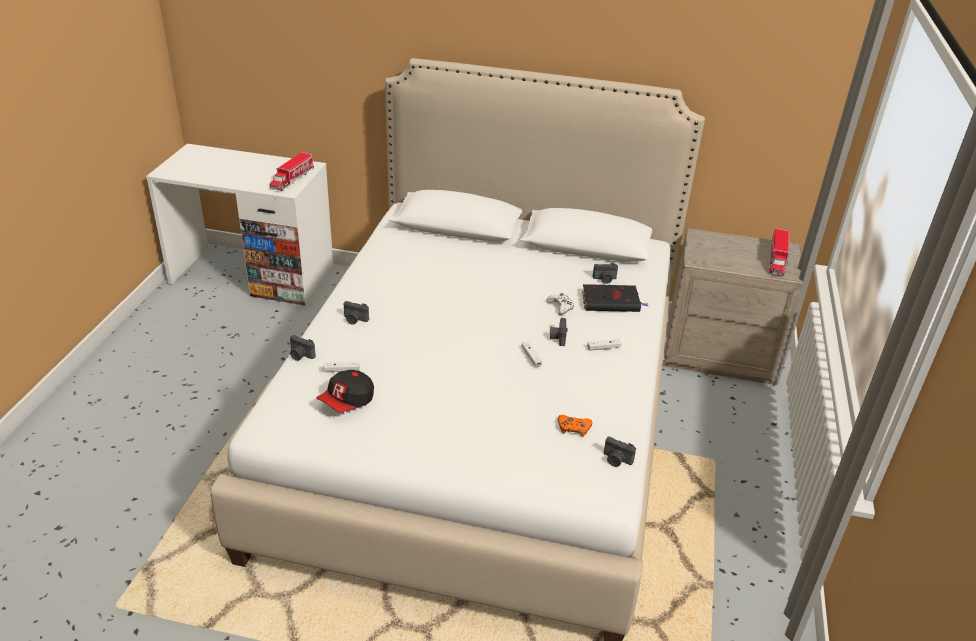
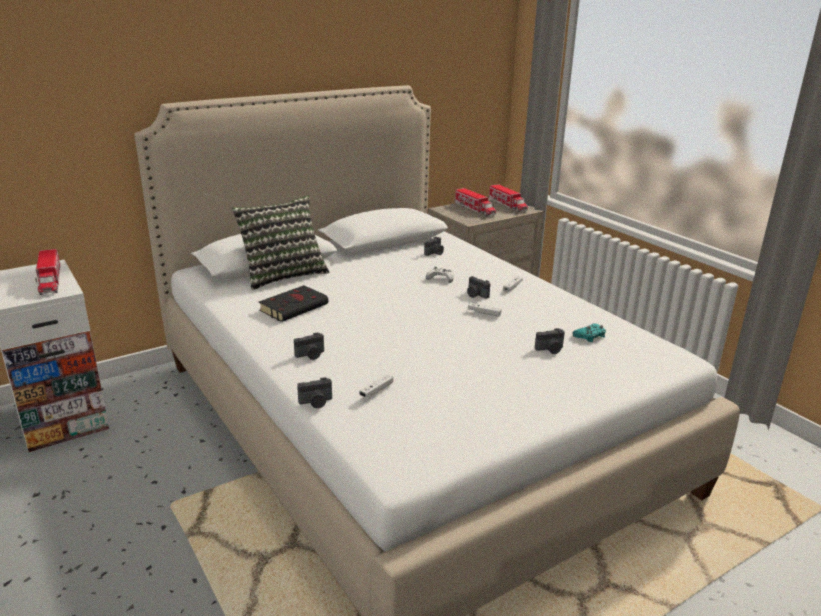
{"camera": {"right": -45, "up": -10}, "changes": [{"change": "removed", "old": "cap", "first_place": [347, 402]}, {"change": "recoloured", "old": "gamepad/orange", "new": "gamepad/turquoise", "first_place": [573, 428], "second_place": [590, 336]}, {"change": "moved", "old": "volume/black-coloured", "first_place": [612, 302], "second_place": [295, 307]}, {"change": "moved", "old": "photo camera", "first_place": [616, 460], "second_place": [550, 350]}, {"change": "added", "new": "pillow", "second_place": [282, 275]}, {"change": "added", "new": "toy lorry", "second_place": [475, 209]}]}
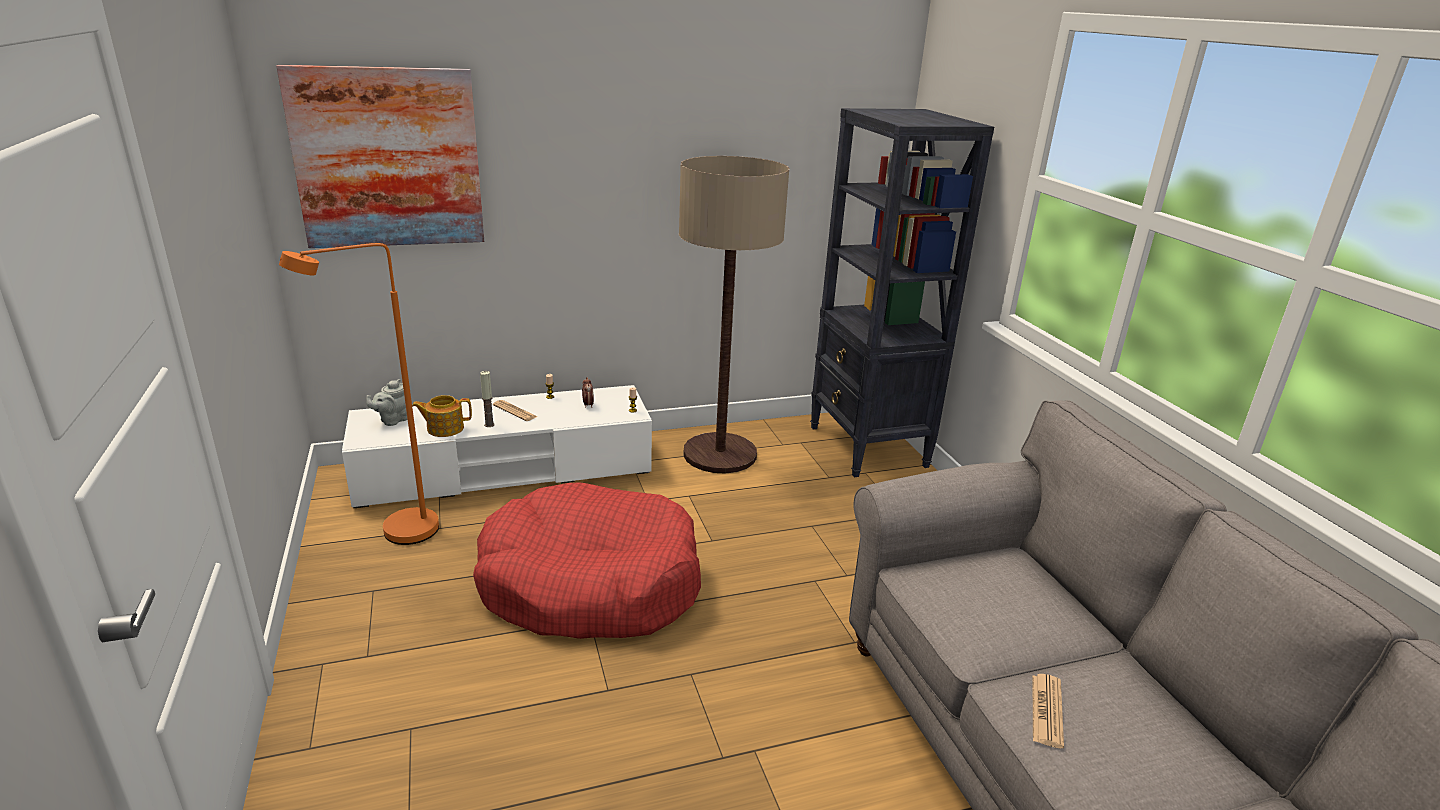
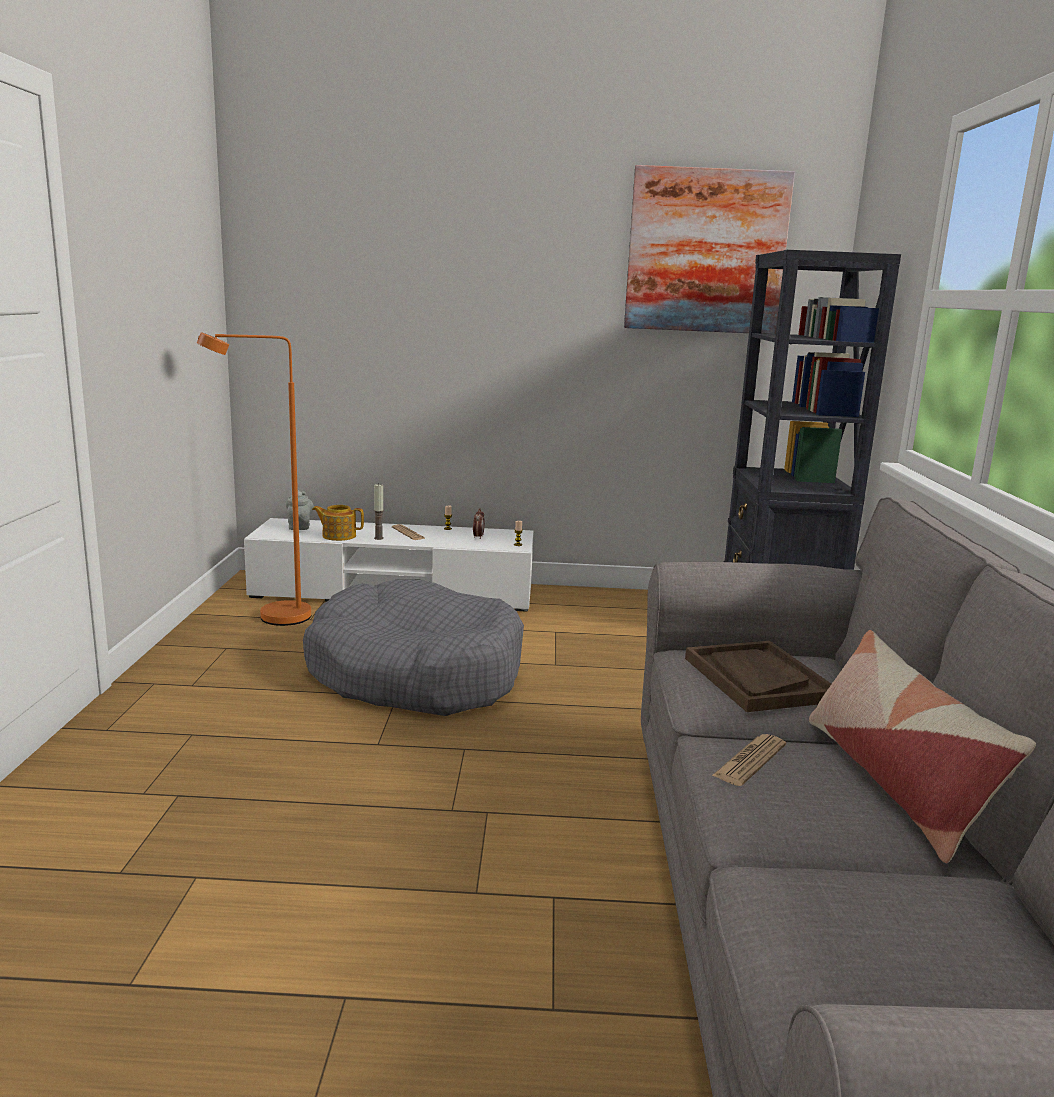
{"camera": {"right": 20, "up": -10}, "changes": [{"change": "moved", "old": "wall picture", "first_place": [388, 158], "second_place": [706, 251]}, {"change": "turned", "old": "teapot/gray", "first_place": [392, 420], "second_place": [299, 527], "degrees": 120}, {"change": "recoloured", "old": "dog cushion/reddish", "new": "dog cushion/gray", "first_place": [590, 583], "second_place": [415, 674]}, {"change": "removed", "old": "standard lamp", "first_place": [719, 454]}, {"change": "added", "new": "serving tray/brownish", "second_place": [757, 679]}, {"change": "added", "new": "pillow", "second_place": [894, 781]}]}
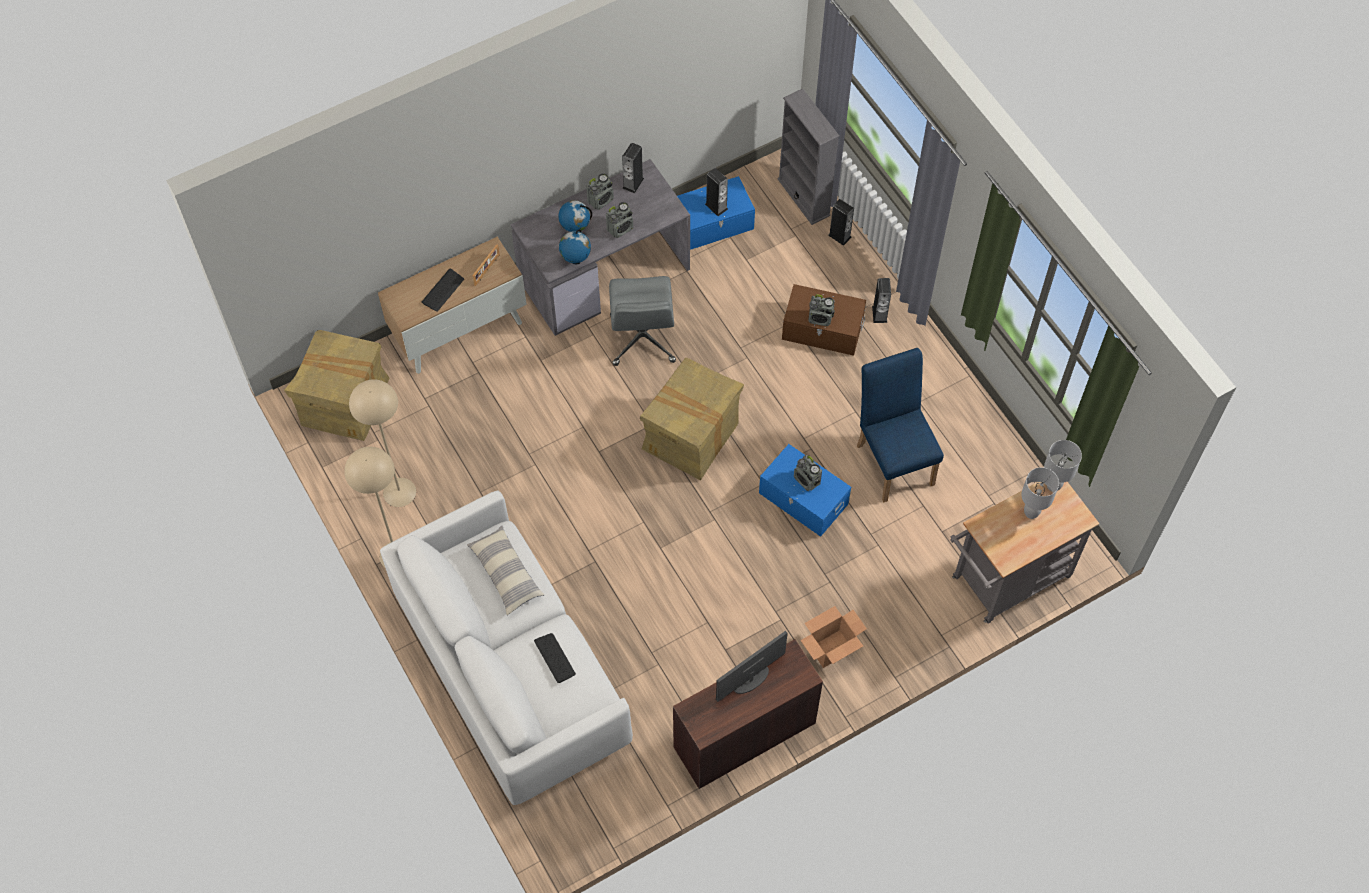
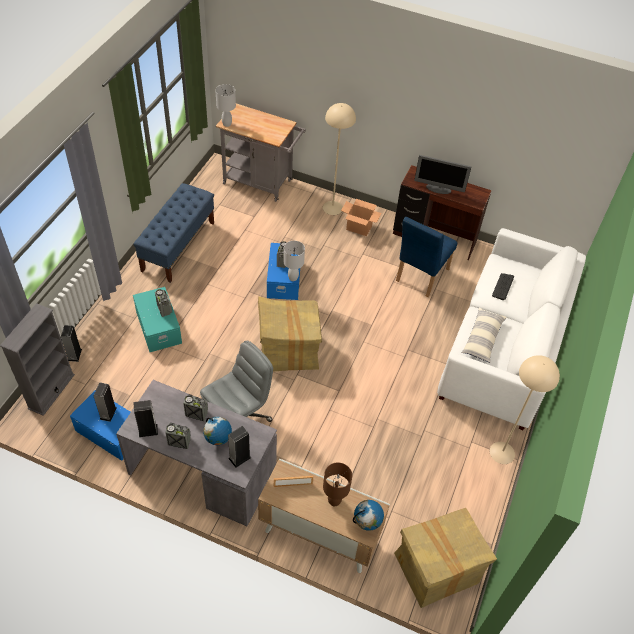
{"camera": {"right": -130, "up": -10}, "changes": [{"change": "moved", "old": "standard lamp/sand-coloured", "first_place": [399, 492], "second_place": [332, 208]}, {"change": "replaced", "old": "keyboard", "new": "lamp for a table/brownish", "first_place": [443, 291], "second_place": [334, 501]}, {"change": "moved", "old": "desk globe", "first_place": [575, 260], "second_place": [366, 524]}, {"change": "recoloured", "old": "storage box/brownish", "new": "storage box/turquoise", "first_place": [822, 330], "second_place": [159, 326]}, {"change": "moved", "old": "upright chair/blue", "first_place": [893, 459], "second_place": [420, 277]}, {"change": "moved", "old": "loudspeaker", "first_place": [879, 314], "second_place": [239, 458]}, {"change": "moved", "old": "lamp for a table/white-coloured", "first_place": [1031, 513], "second_place": [293, 277]}, {"change": "added", "new": "indoor bench/blue", "second_place": [178, 246]}]}
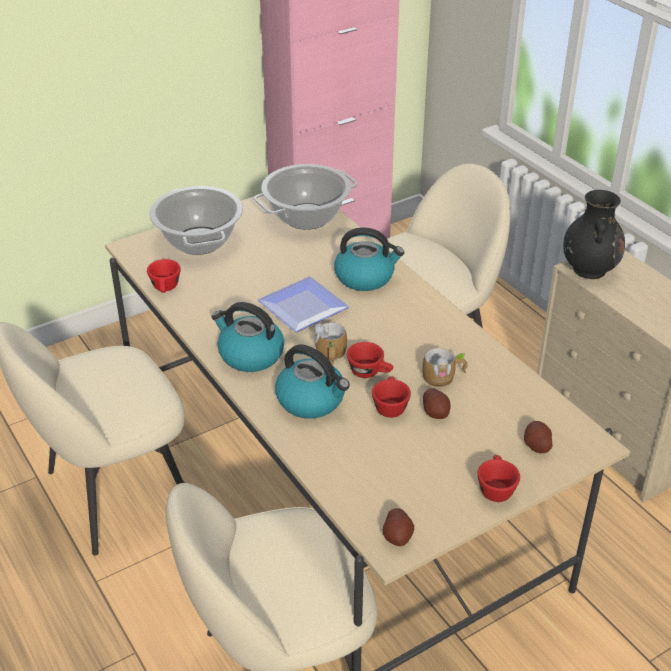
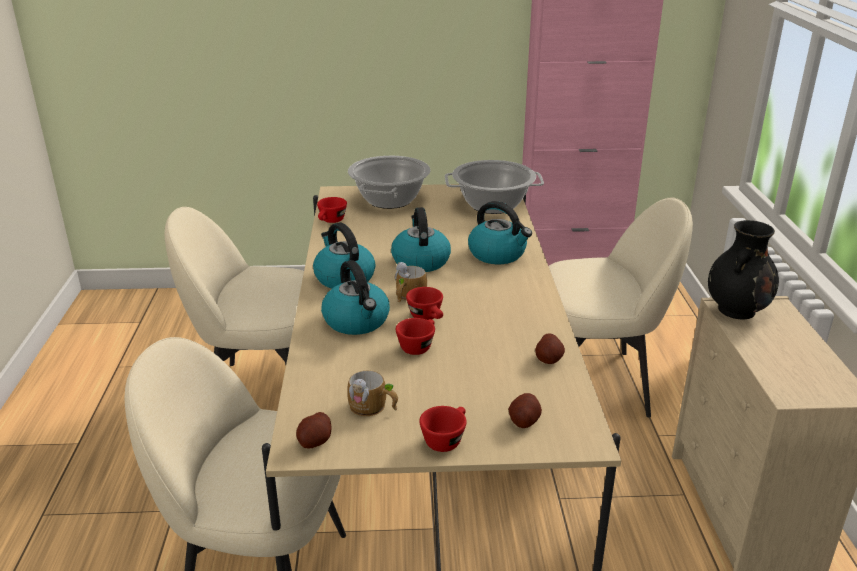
{"camera": {"right": 30, "up": -10}, "changes": [{"change": "replaced", "old": "dinner plate", "new": "kettle", "first_place": [302, 309], "second_place": [420, 261]}, {"change": "moved", "old": "mug", "first_place": [444, 377], "second_place": [373, 408]}, {"change": "moved", "old": "spud", "first_place": [435, 412], "second_place": [549, 359]}]}
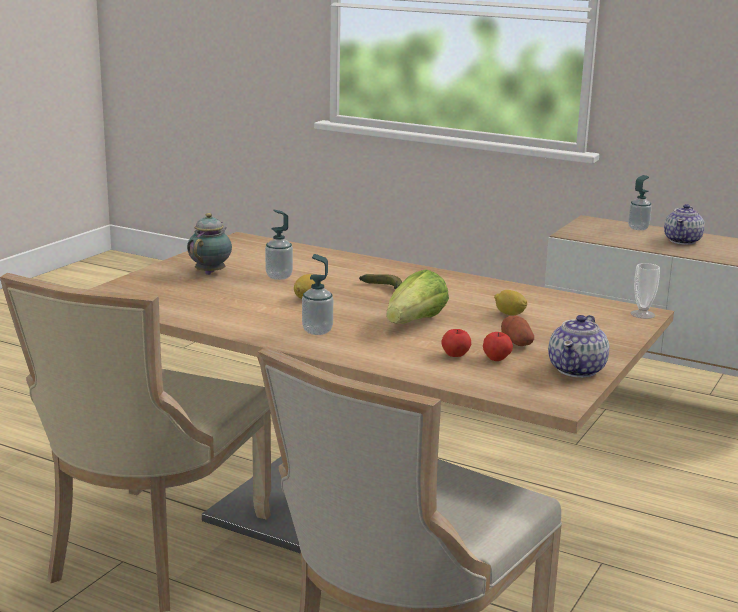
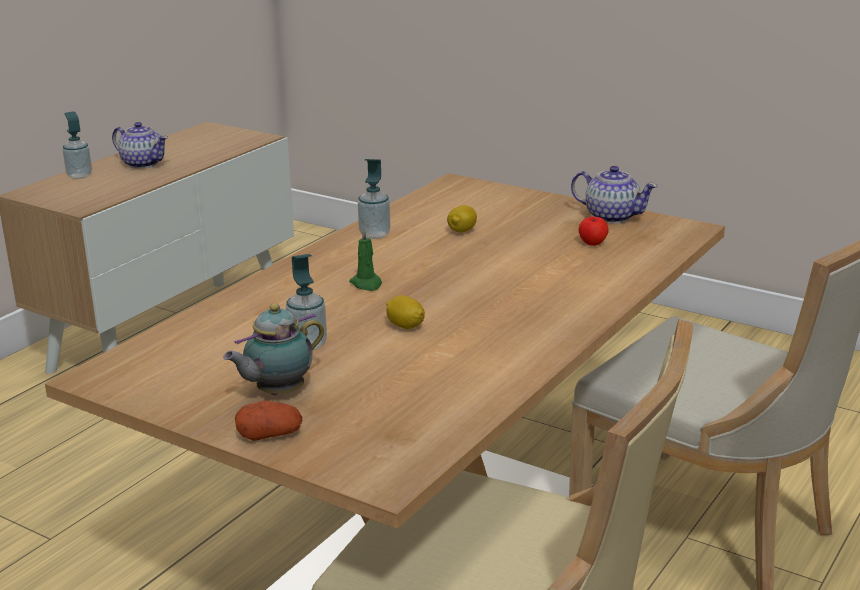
{"camera": {"right": -85, "up": 5}, "changes": [{"change": "turned", "old": "teapot", "first_place": [211, 272], "second_place": [277, 393], "degrees": -60}, {"change": "moved", "old": "soap dispenser", "first_place": [317, 331], "second_place": [374, 235]}, {"change": "replaced", "old": "whole banana", "new": "wax light/green-coloured", "first_place": [384, 288], "second_place": [367, 284]}, {"change": "removed", "old": "head of lettuce", "first_place": [415, 323]}, {"change": "removed", "old": "whole apple", "first_place": [455, 355]}, {"change": "moved", "old": "spud", "first_place": [517, 343], "second_place": [270, 435]}, {"change": "removed", "old": "small cup", "first_place": [642, 314]}]}
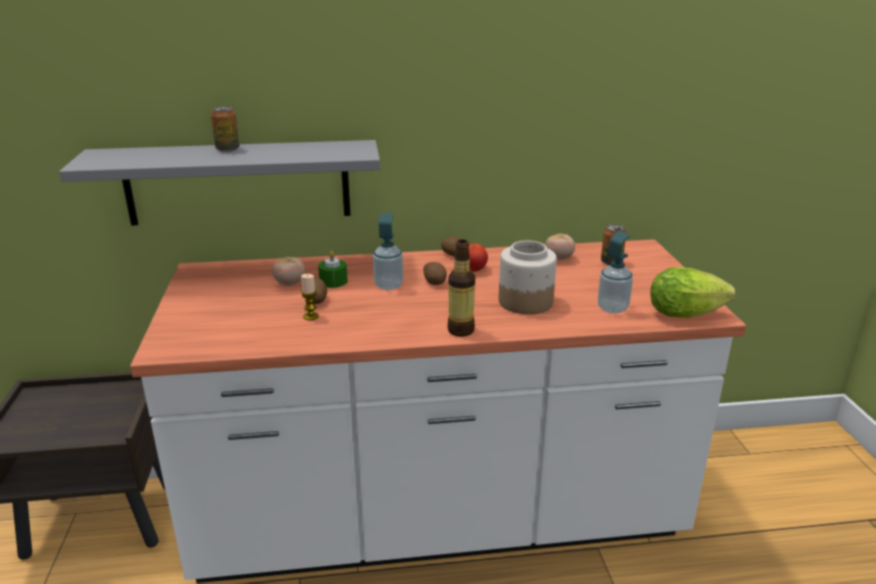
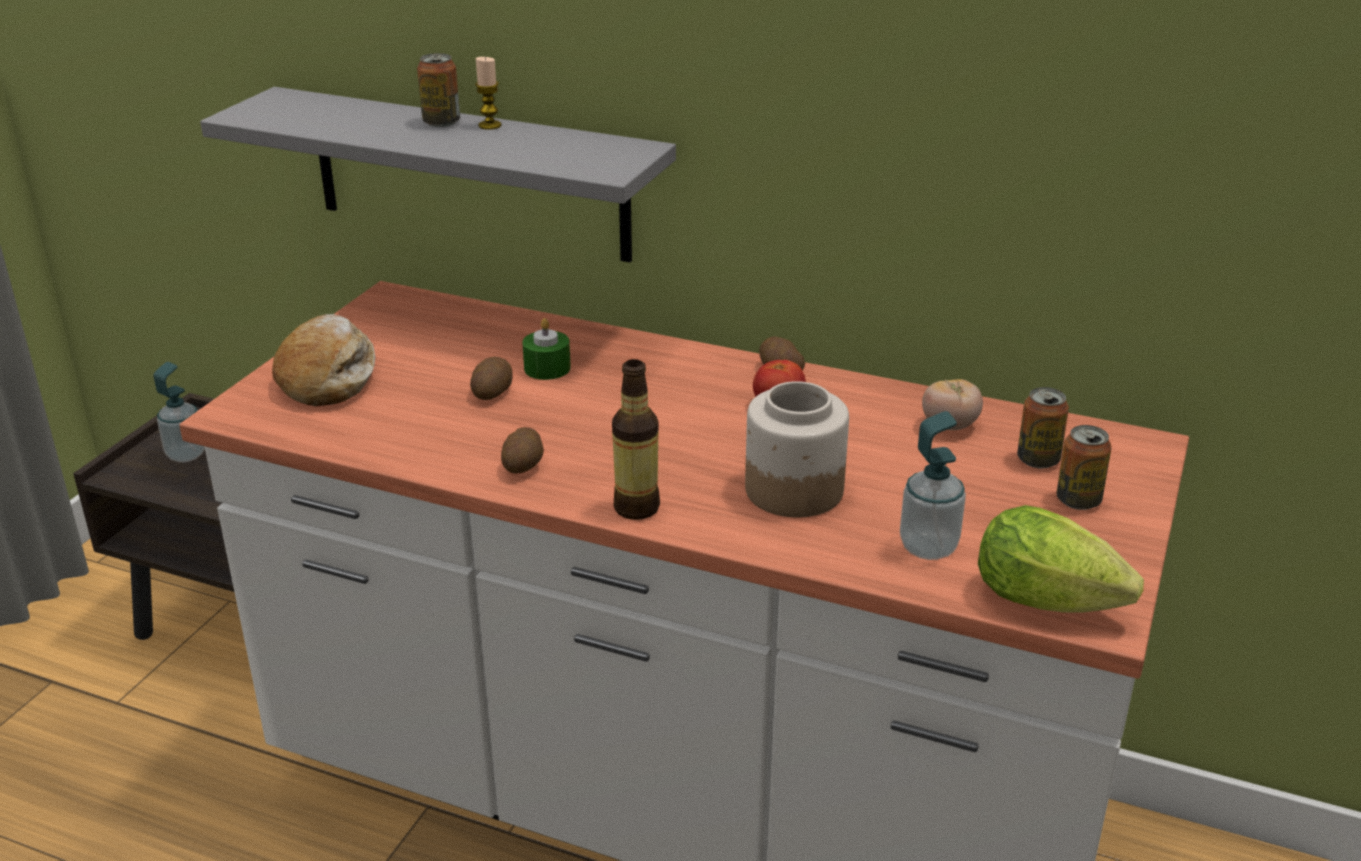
{"camera": {"right": 30, "up": 5}, "changes": [{"change": "removed", "old": "whole tomato", "first_place": [290, 284]}, {"change": "moved", "old": "wax light", "first_place": [311, 316], "second_place": [490, 125]}, {"change": "moved", "old": "soap dispenser", "first_place": [388, 285], "second_place": [186, 455]}, {"change": "moved", "old": "spud", "first_place": [435, 282], "second_place": [524, 465]}, {"change": "added", "new": "bread", "second_place": [327, 377]}, {"change": "added", "new": "can", "second_place": [1078, 500]}]}
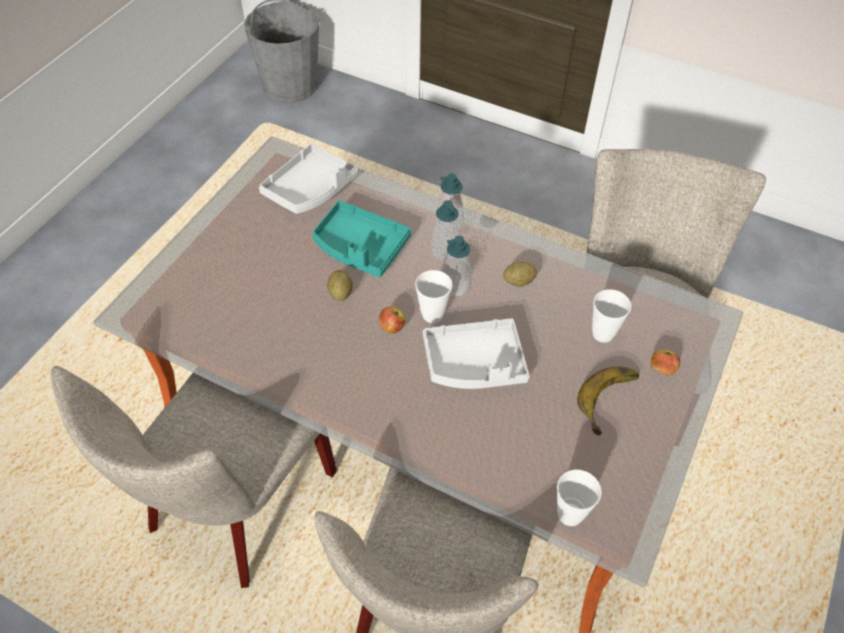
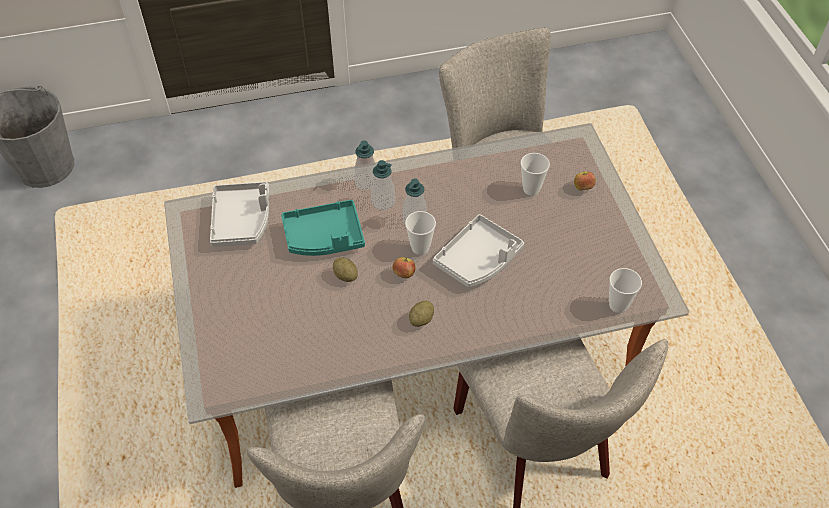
{"camera": {"right": -40, "up": 0}, "changes": [{"change": "moved", "old": "spud", "first_place": [518, 281], "second_place": [421, 319]}, {"change": "removed", "old": "whole banana", "first_place": [612, 402]}]}
